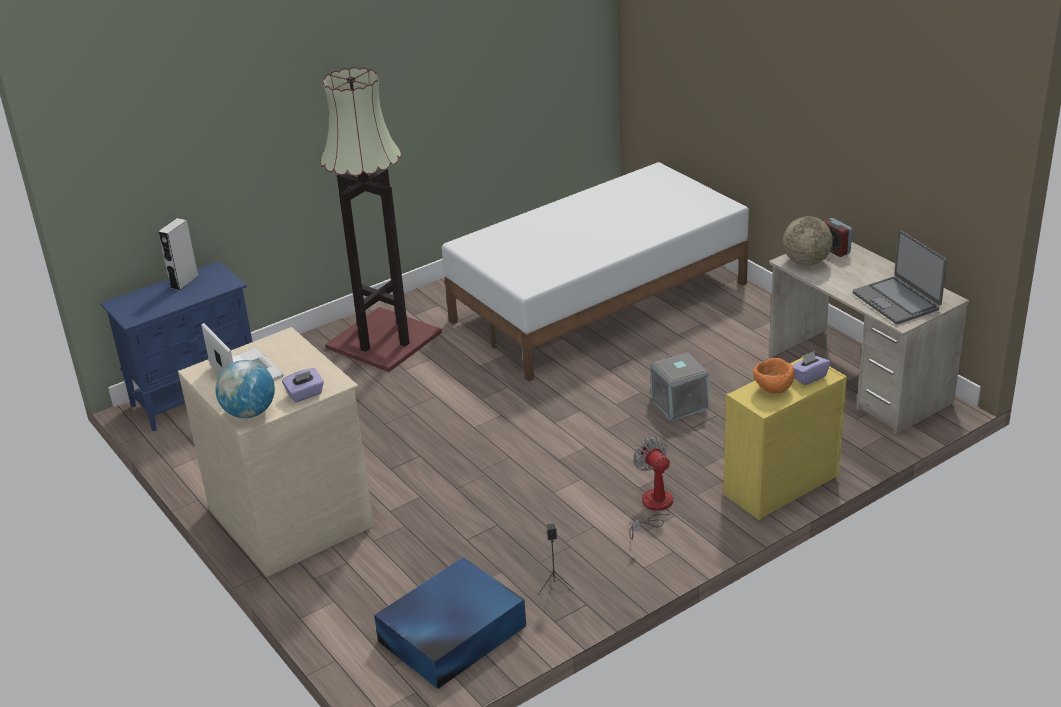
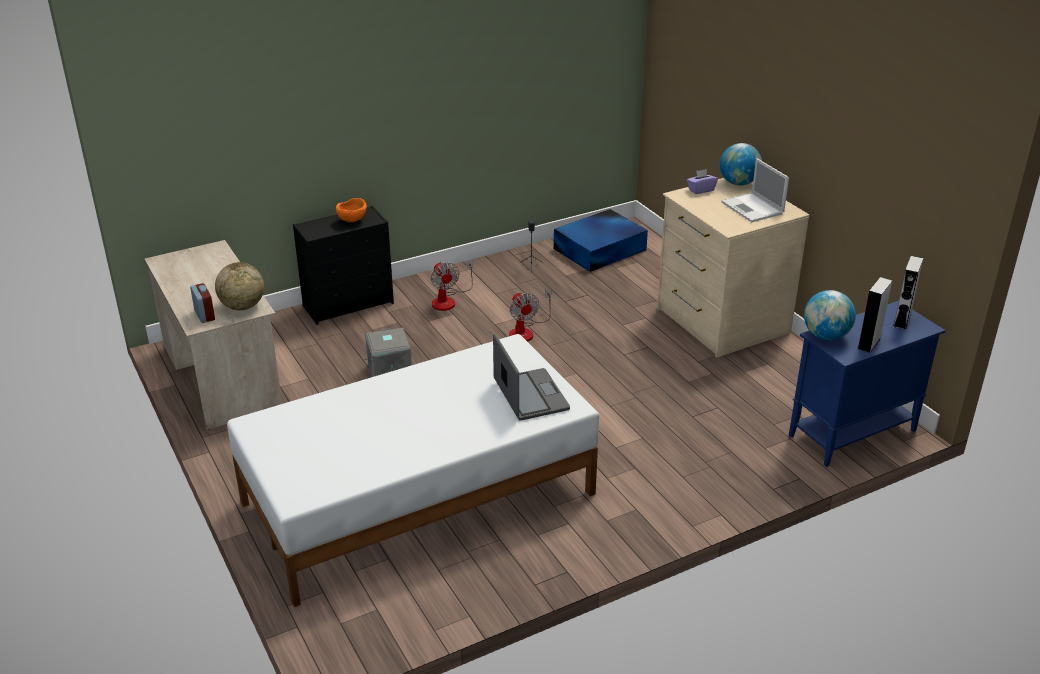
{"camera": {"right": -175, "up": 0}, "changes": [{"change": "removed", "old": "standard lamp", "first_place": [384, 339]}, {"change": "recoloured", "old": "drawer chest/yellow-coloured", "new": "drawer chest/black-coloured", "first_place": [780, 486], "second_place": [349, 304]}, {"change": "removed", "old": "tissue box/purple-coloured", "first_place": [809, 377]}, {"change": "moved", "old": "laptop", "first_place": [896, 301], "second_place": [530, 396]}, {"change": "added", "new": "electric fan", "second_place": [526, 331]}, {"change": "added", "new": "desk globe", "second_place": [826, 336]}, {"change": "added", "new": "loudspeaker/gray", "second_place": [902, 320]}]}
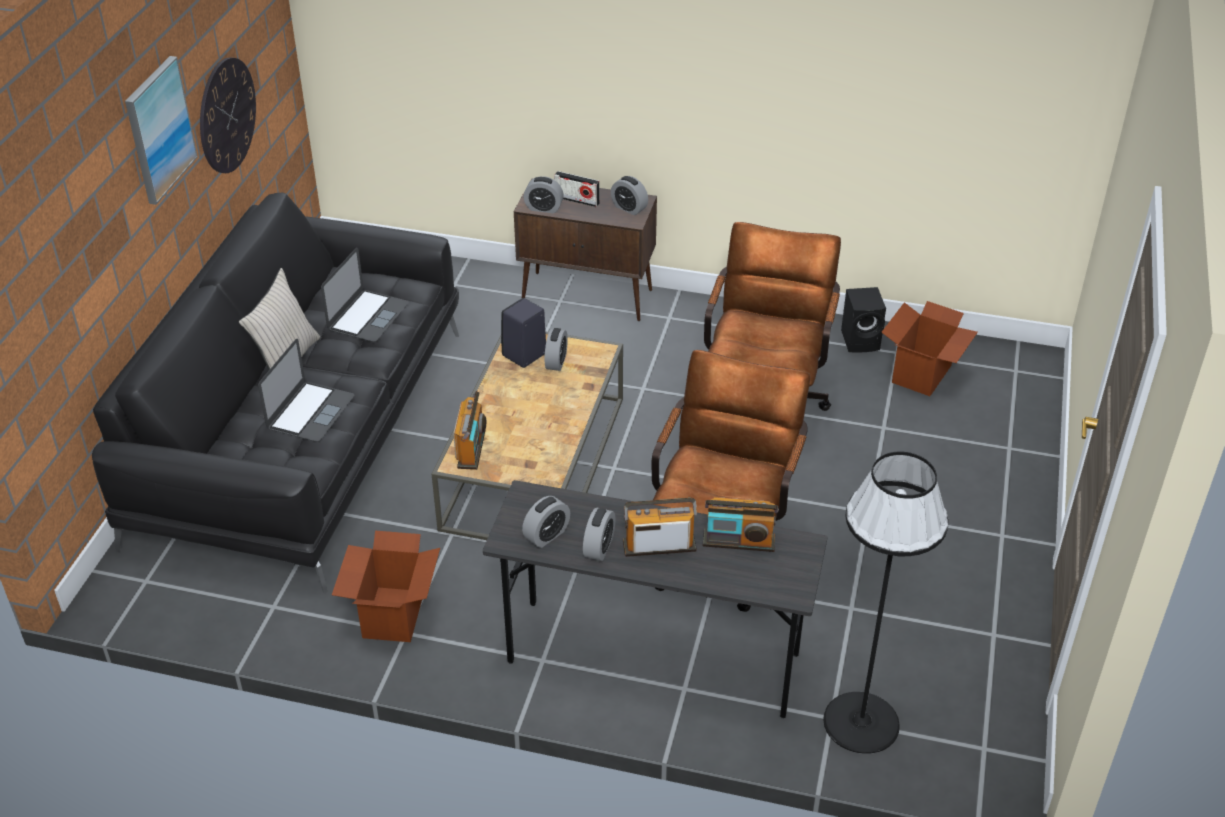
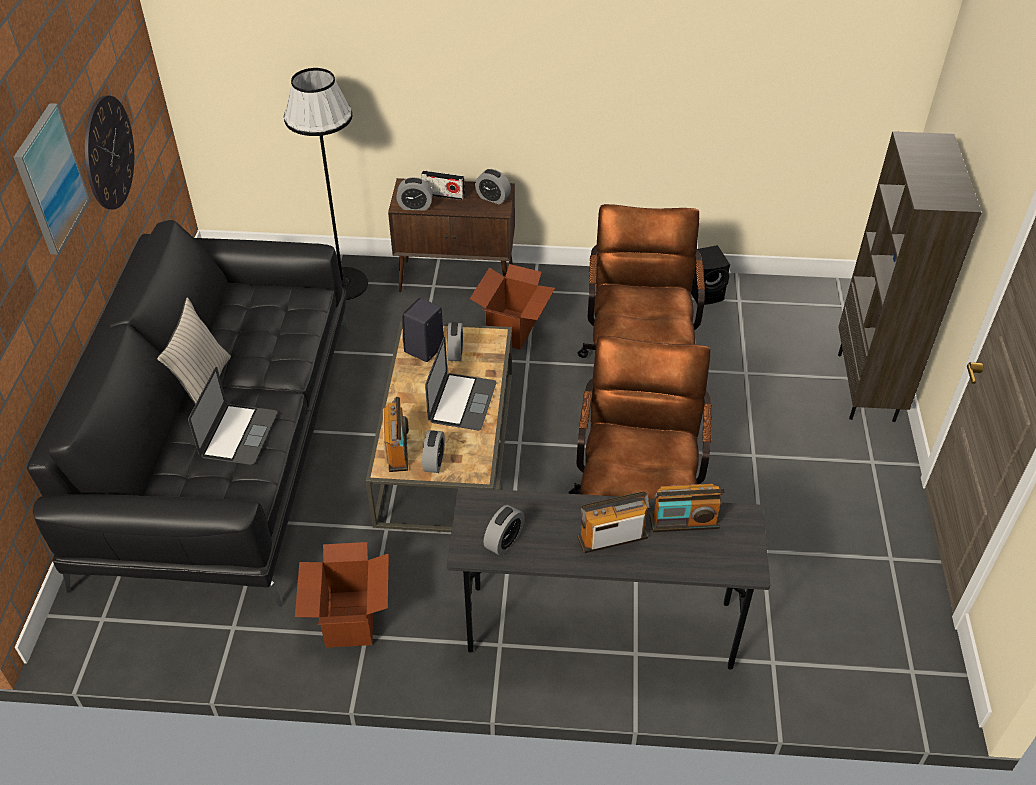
{"camera": {"right": -10, "up": 5}, "changes": [{"change": "moved", "old": "laptop", "first_place": [368, 316], "second_place": [462, 402]}, {"change": "moved", "old": "table clock", "first_place": [599, 547], "second_place": [434, 462]}, {"change": "moved", "old": "standard lamp/black-coloured", "first_place": [860, 722], "second_place": [342, 284]}, {"change": "moved", "old": "carton", "first_place": [922, 374], "second_place": [513, 329]}, {"change": "added", "new": "shelving unit/brownish", "second_place": [867, 387]}]}
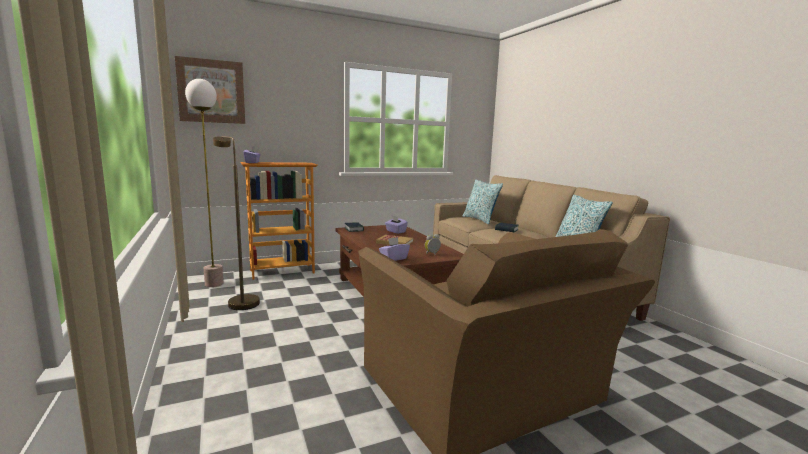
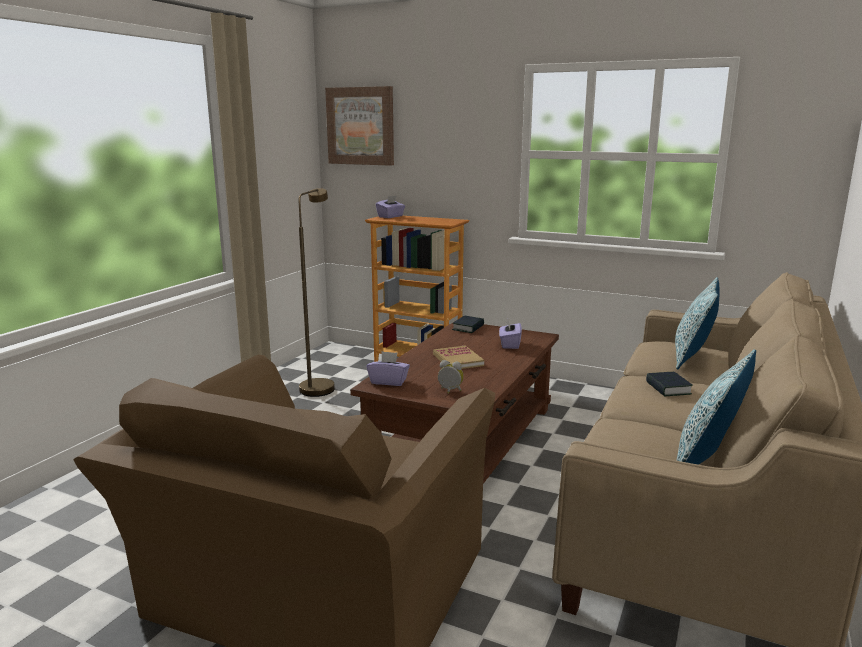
{"camera": {"right": 50, "up": 5}, "changes": [{"change": "removed", "old": "standard lamp", "first_place": [214, 284]}]}
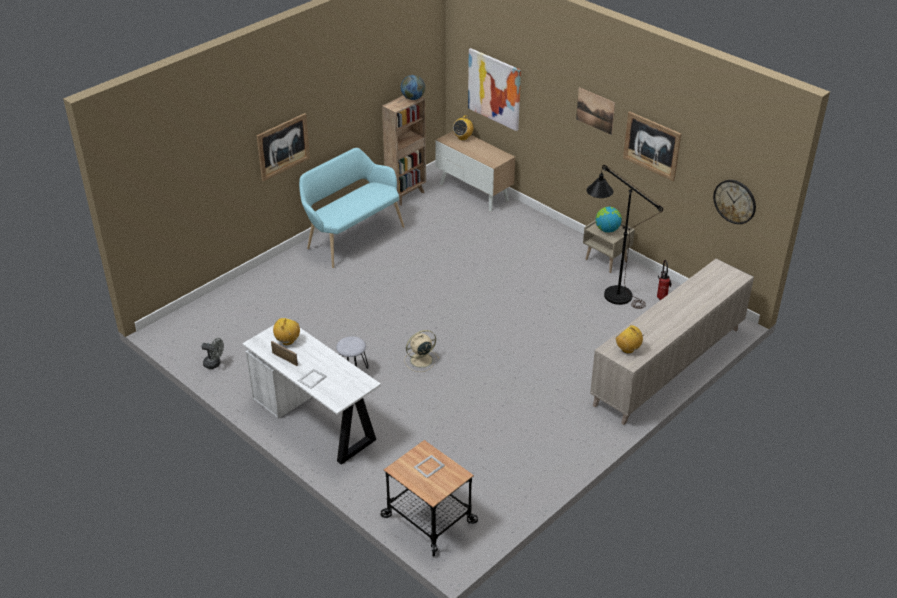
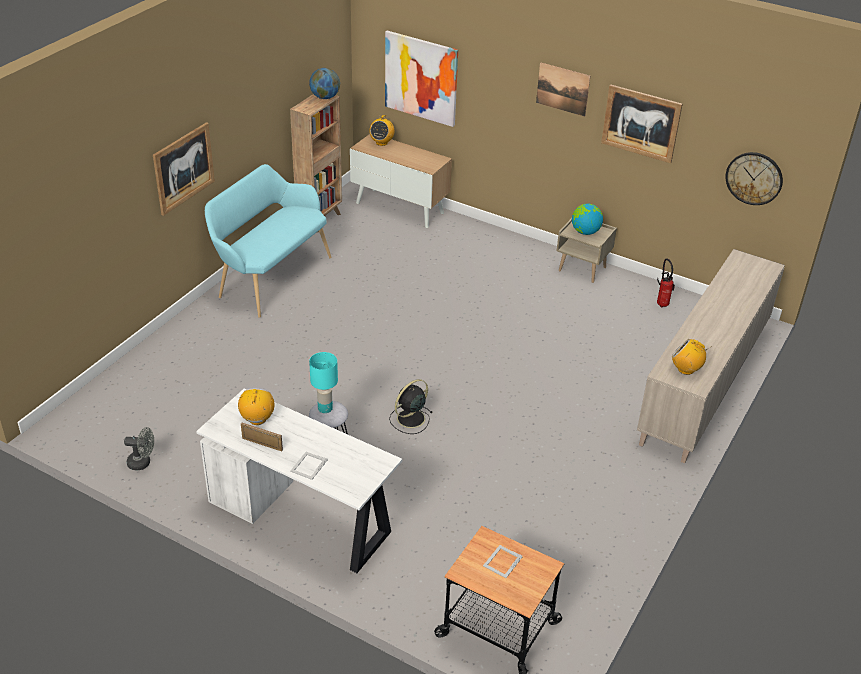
{"camera": {"right": -15, "up": 0}, "changes": [{"change": "recoloured", "old": "electric fan/sand-coloured", "new": "electric fan/black-coloured", "first_place": [420, 360], "second_place": [410, 419]}, {"change": "removed", "old": "standard lamp/black-coloured", "first_place": [610, 292]}, {"change": "added", "new": "lamp for a table/turquoise", "second_place": [325, 408]}]}
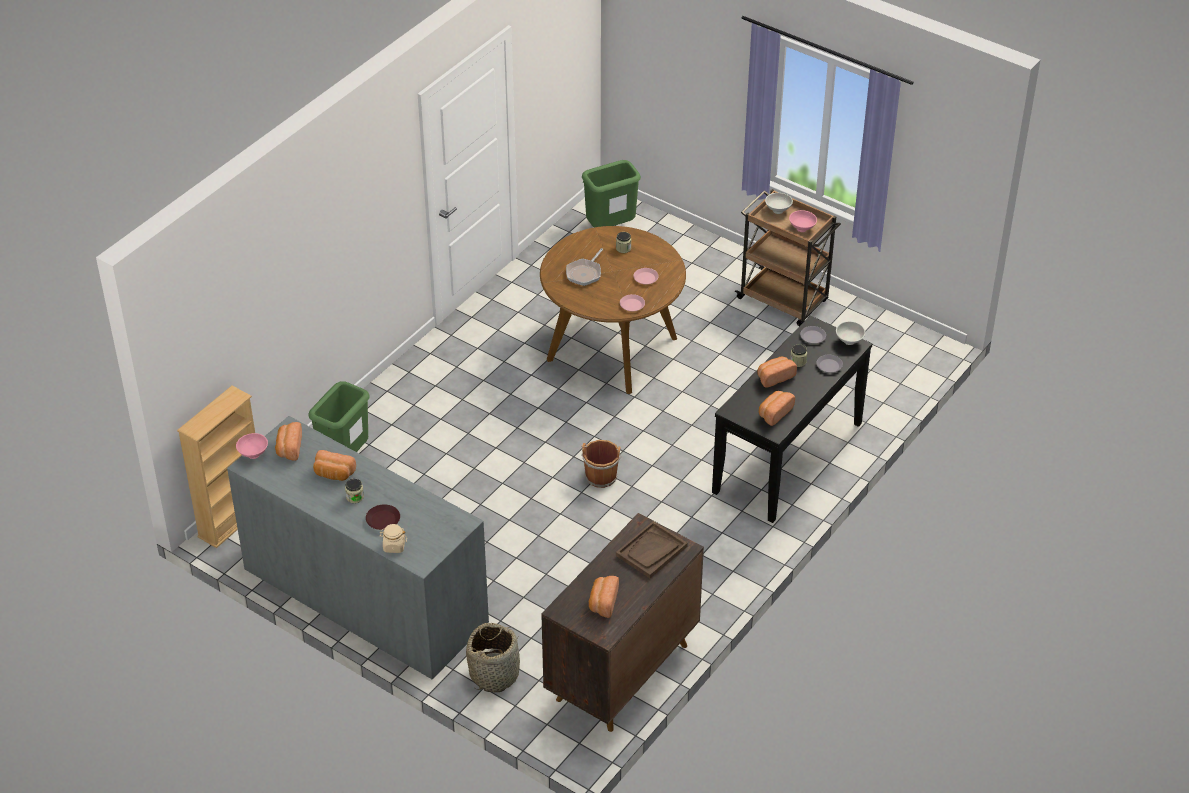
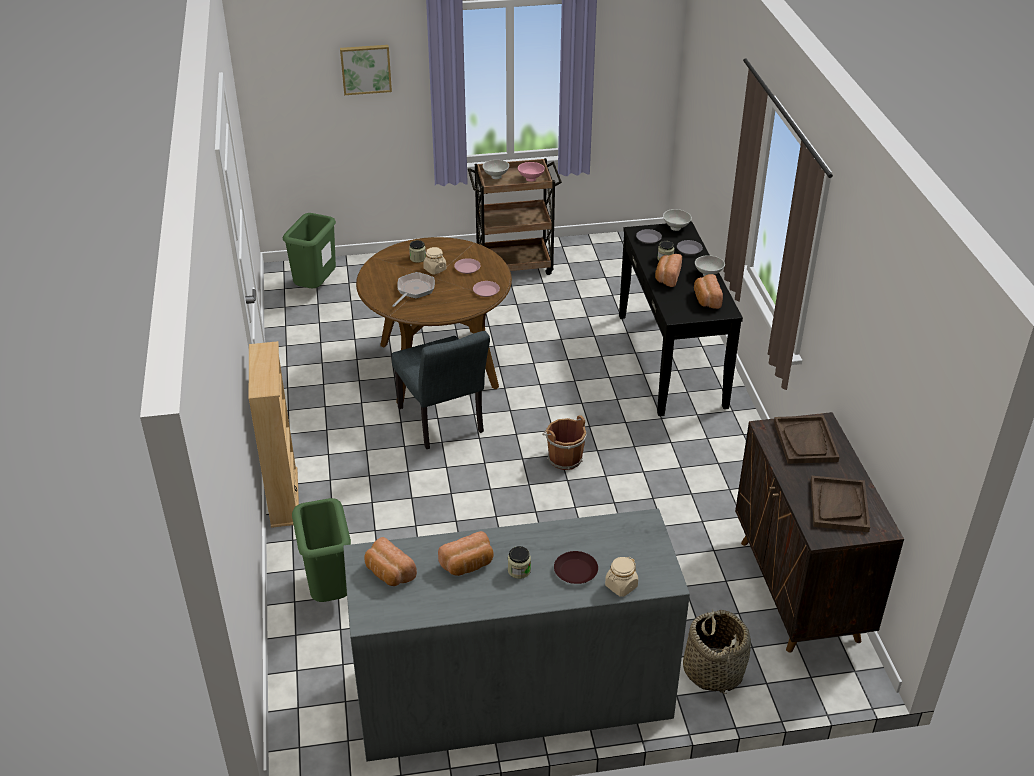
{"camera": {"right": -45, "up": -5}, "changes": [{"change": "moved", "old": "shelving unit/sand-coloured", "first_place": [232, 520], "second_place": [284, 497]}, {"change": "removed", "old": "bowl/pinkish", "first_place": [253, 455]}, {"change": "turned", "old": "frying pan", "first_place": [585, 273], "second_place": [414, 290], "degrees": -135}, {"change": "replaced", "old": "bread", "new": "serving tray/brownish", "first_place": [602, 602], "second_place": [838, 505]}, {"change": "added", "new": "wall picture", "second_place": [365, 68]}, {"change": "added", "new": "upright chair/gray", "second_place": [443, 424]}, {"change": "added", "new": "preserve jar/sand-coloured", "second_place": [434, 269]}, {"change": "added", "new": "bowl/white-coloured", "second_place": [707, 274]}]}
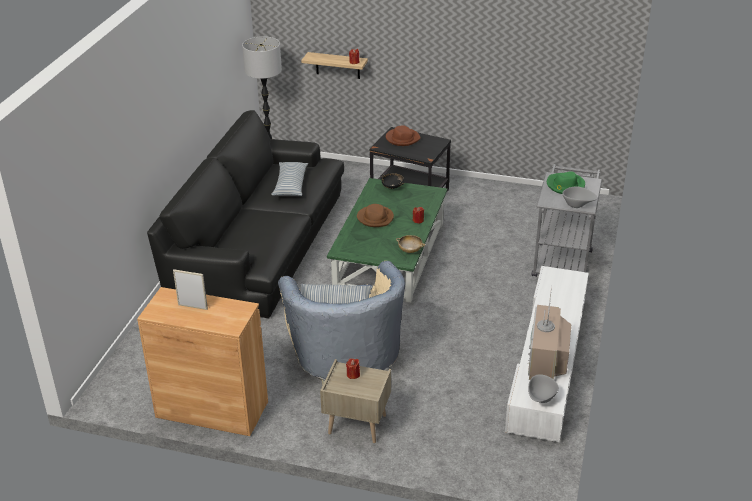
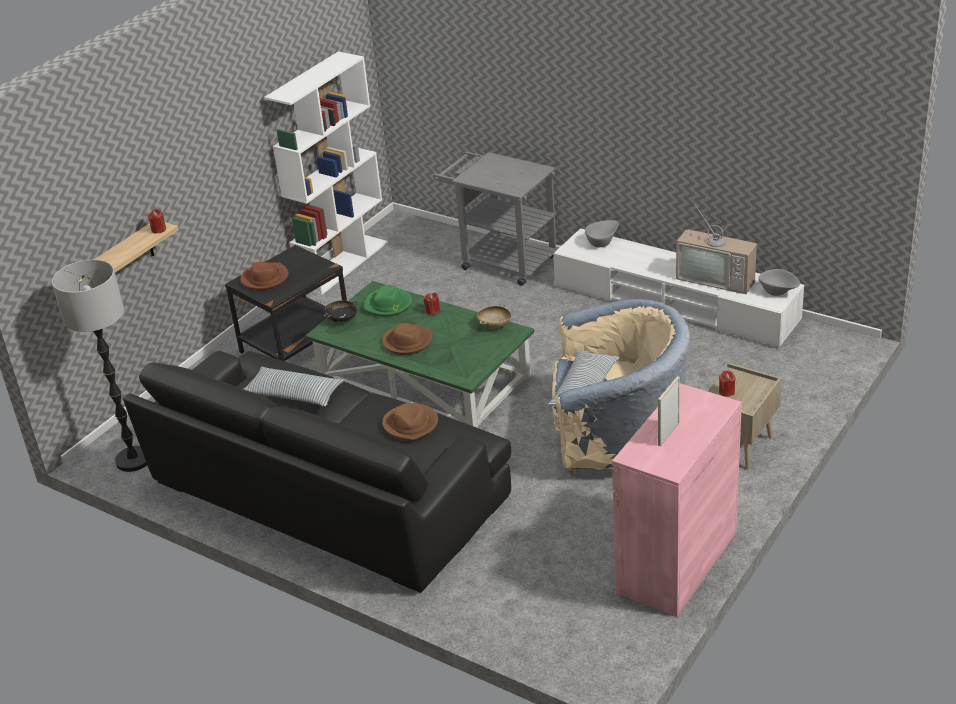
{"camera": {"right": -70, "up": 0}, "changes": [{"change": "recoloured", "old": "storage cabinet/brownish", "new": "storage cabinet/pinkish", "first_place": [212, 409], "second_place": [677, 562]}, {"change": "moved", "old": "wearable hat/green-coloured", "first_place": [565, 185], "second_place": [388, 305]}, {"change": "moved", "old": "bowl/gray", "first_place": [578, 205], "second_place": [602, 242]}, {"change": "added", "new": "shelving unit/white-coloured", "second_place": [343, 264]}, {"change": "added", "new": "wearable hat/brownish", "second_place": [411, 424]}]}
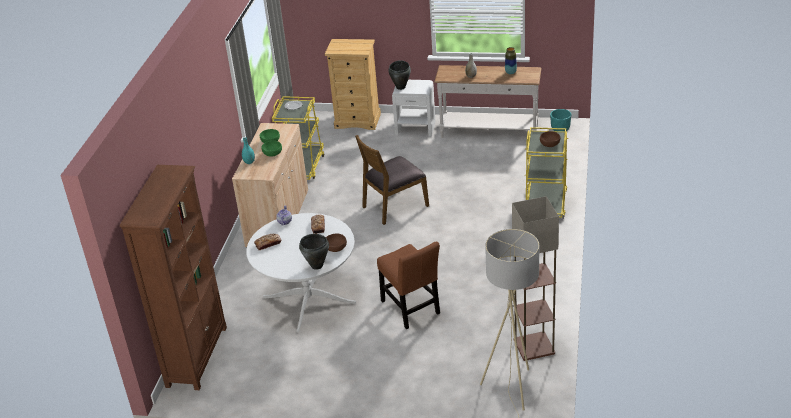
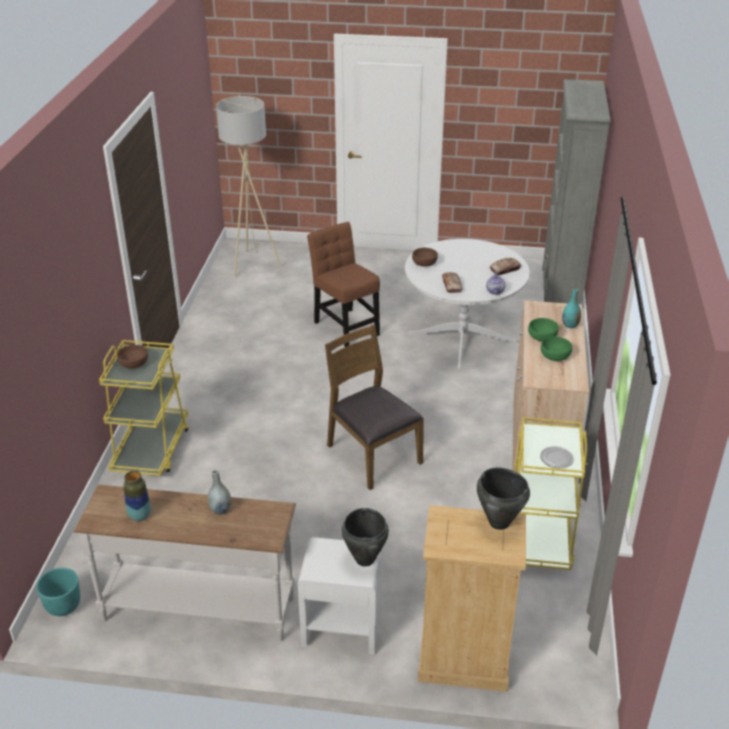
{"camera": {"right": 175, "up": 0}, "changes": [{"change": "recoloured", "old": "shelving unit/brownish", "new": "shelving unit/gray", "first_place": [197, 356], "second_place": [560, 292]}, {"change": "moved", "old": "stockpot/black-coloured", "first_place": [317, 266], "second_place": [499, 522]}, {"change": "turned", "old": "upright chair/brownish", "first_place": [394, 206], "second_place": [372, 454], "degrees": -90}, {"change": "removed", "old": "standard lamp", "first_place": [533, 347]}]}
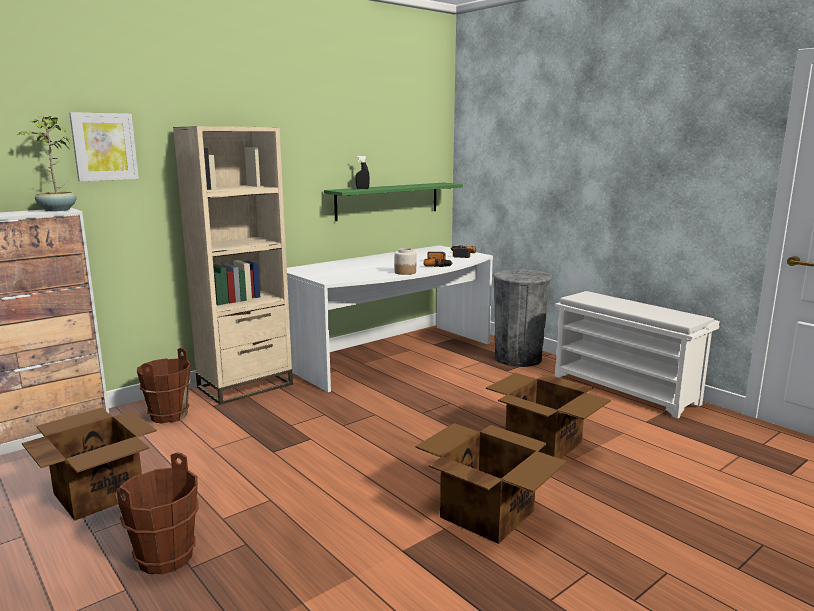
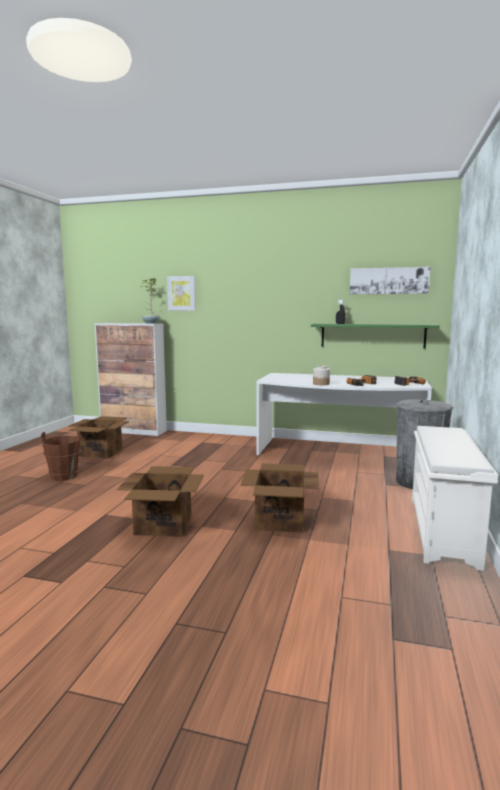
{"camera": {"right": 55, "up": -5}, "changes": [{"change": "removed", "old": "bucket/brownish", "first_place": [168, 416]}, {"change": "removed", "old": "shelving unit/sand-coloured", "first_place": [245, 386]}, {"change": "added", "new": "wall picture", "second_place": [389, 281]}]}
